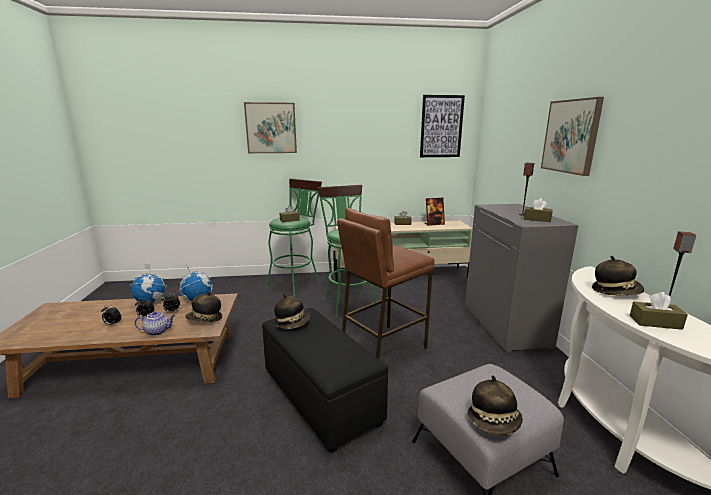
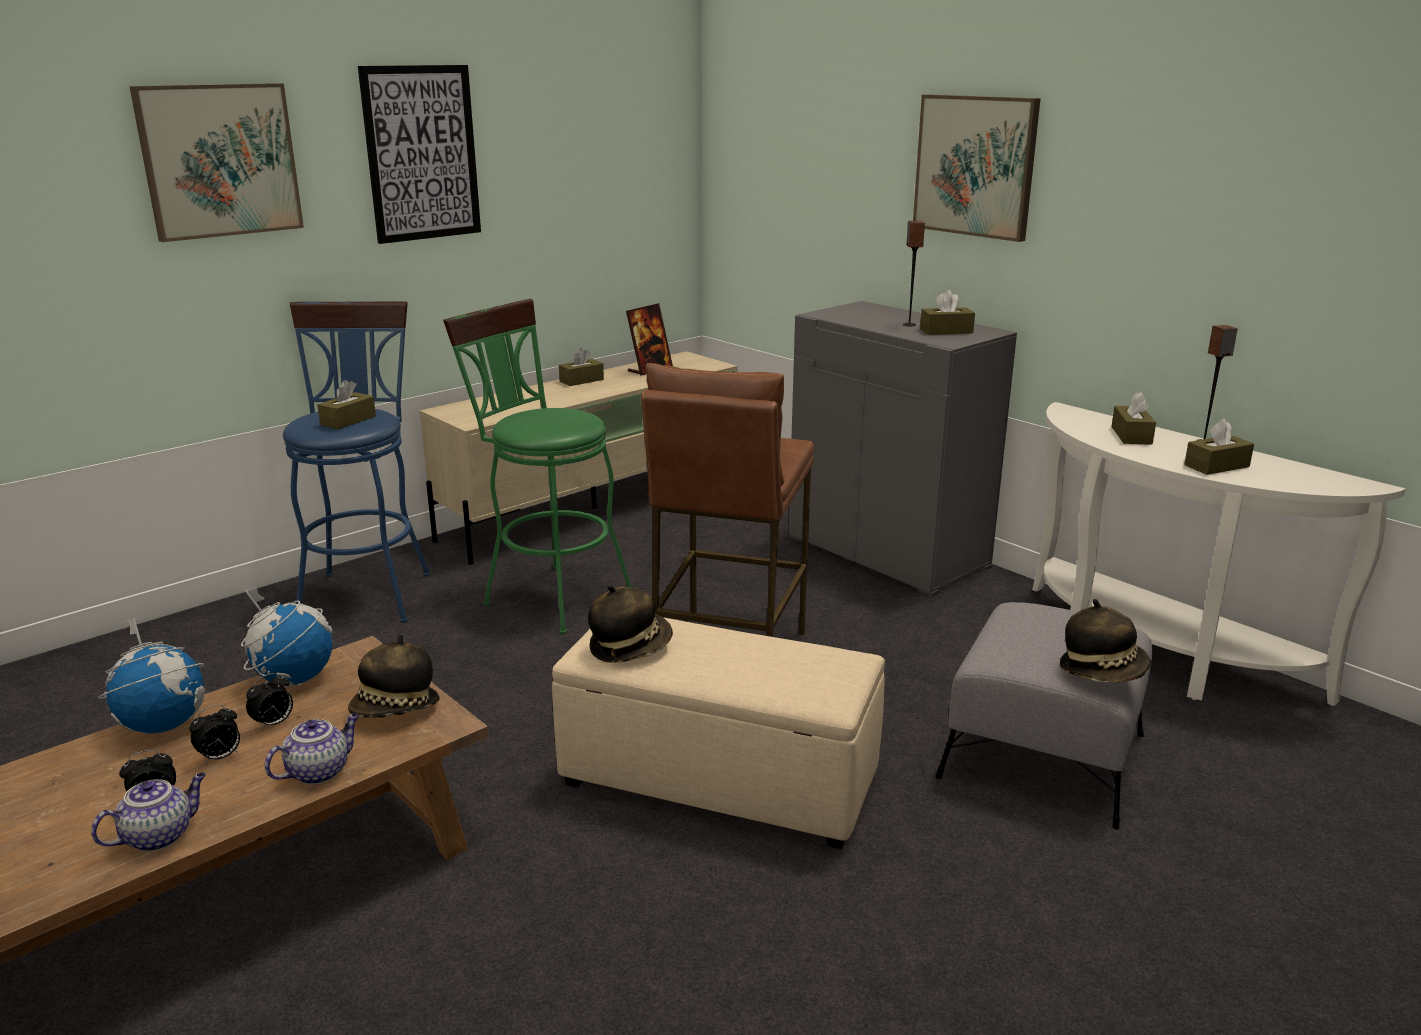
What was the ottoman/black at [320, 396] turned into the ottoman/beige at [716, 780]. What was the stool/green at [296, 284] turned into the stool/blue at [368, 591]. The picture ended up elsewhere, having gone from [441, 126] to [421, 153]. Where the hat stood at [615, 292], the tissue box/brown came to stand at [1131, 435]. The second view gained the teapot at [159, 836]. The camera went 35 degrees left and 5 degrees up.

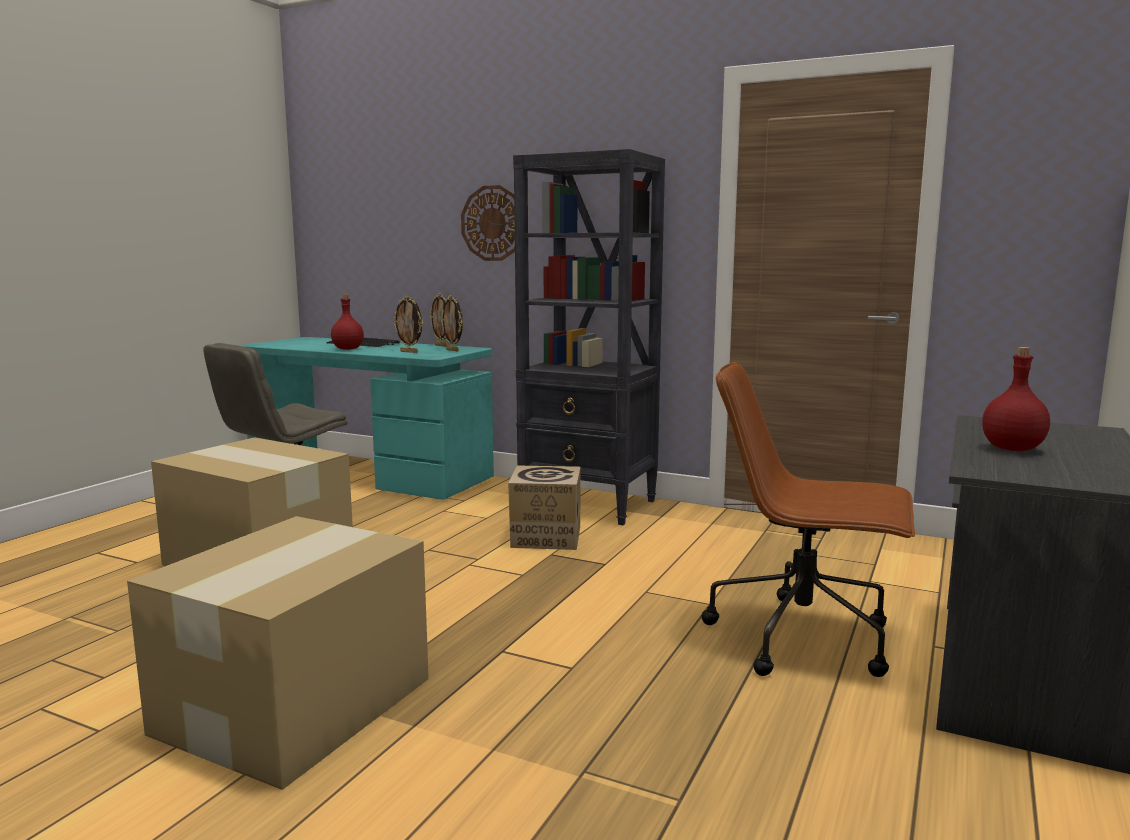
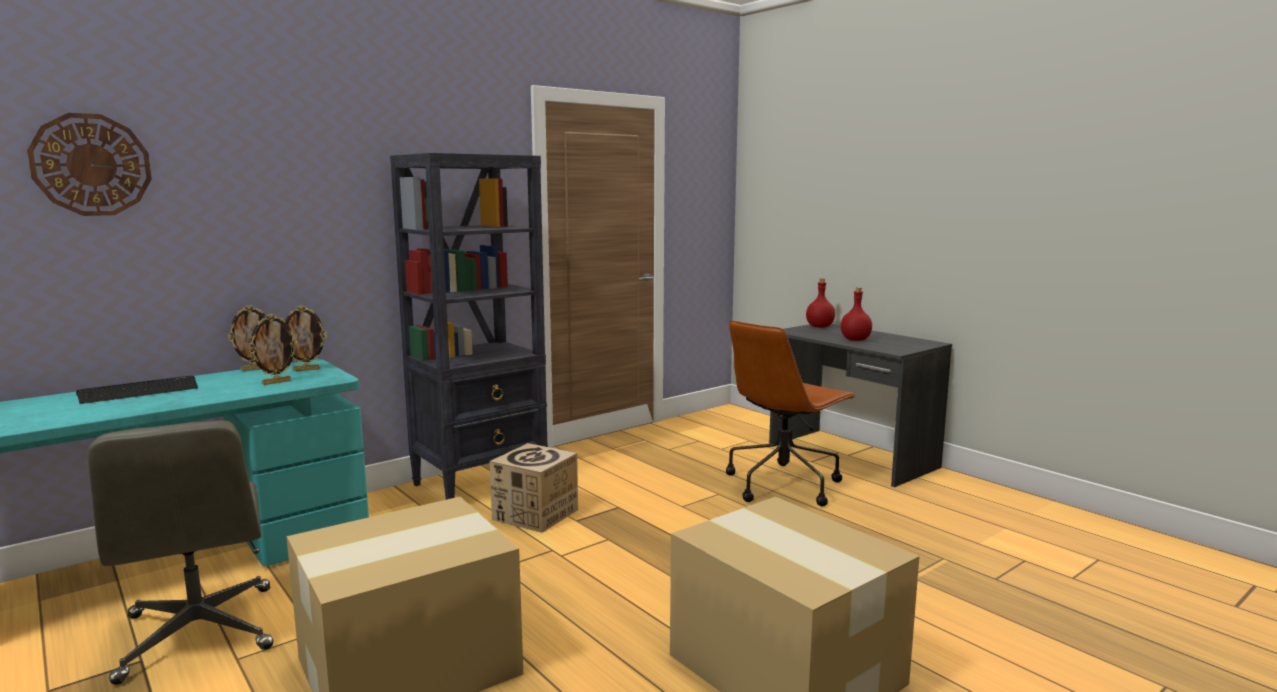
The bottle/red ended up elsewhere, having gone from [348, 349] to [820, 327]. The wall clock ended up elsewhere, having gone from [493, 223] to [91, 165]. The camera went 65 degrees left and 0 degrees up.

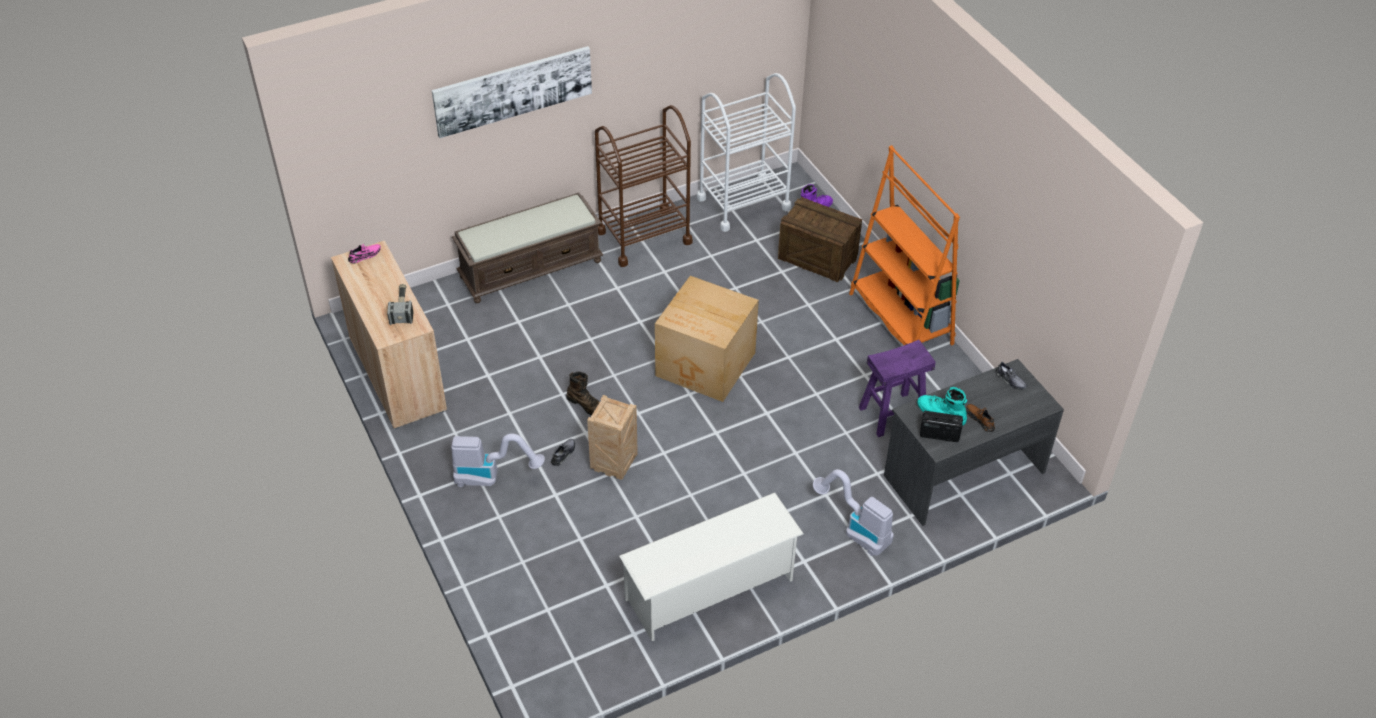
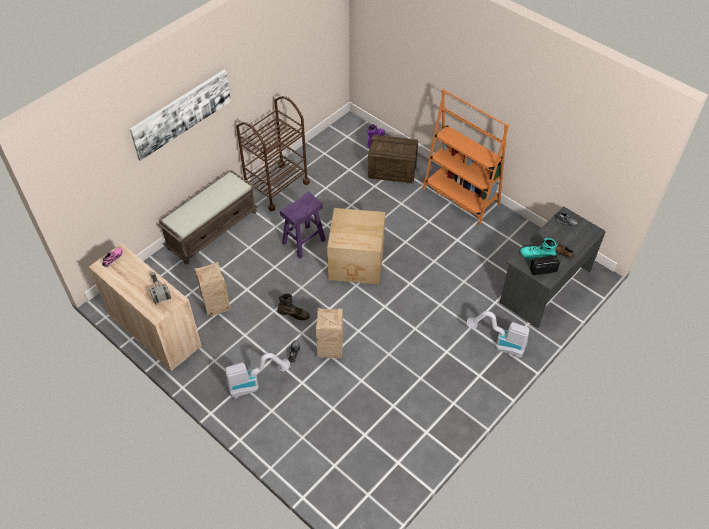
The second view lost the shoe rack/white at [710, 590]. The second view lost the cart/white at [743, 203]. The stool/purple ended up elsewhere, having gone from [892, 414] to [303, 241]. The second view gained the crate at [216, 305]. The camera went 20 degrees left and 5 degrees up.

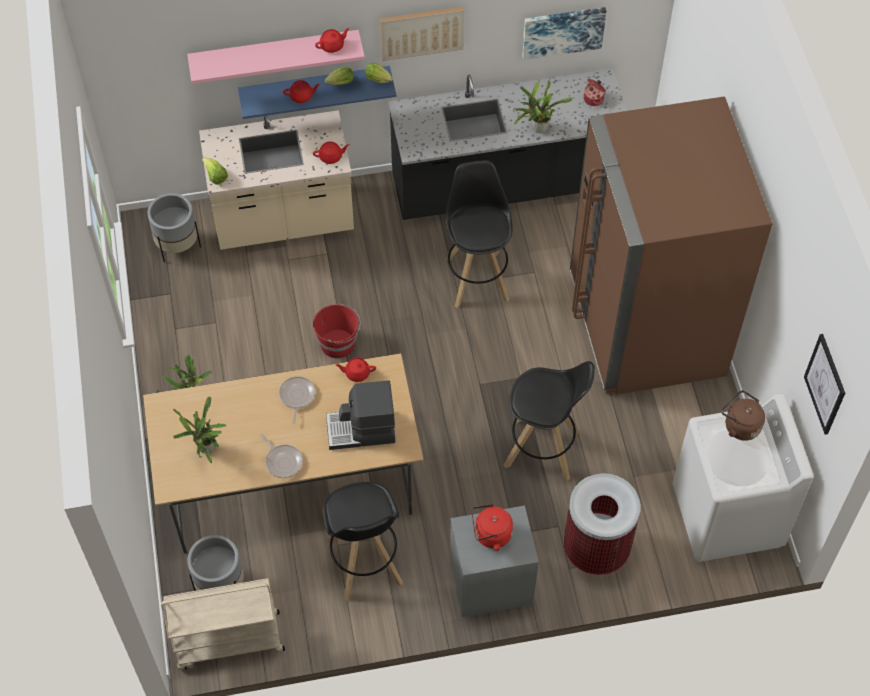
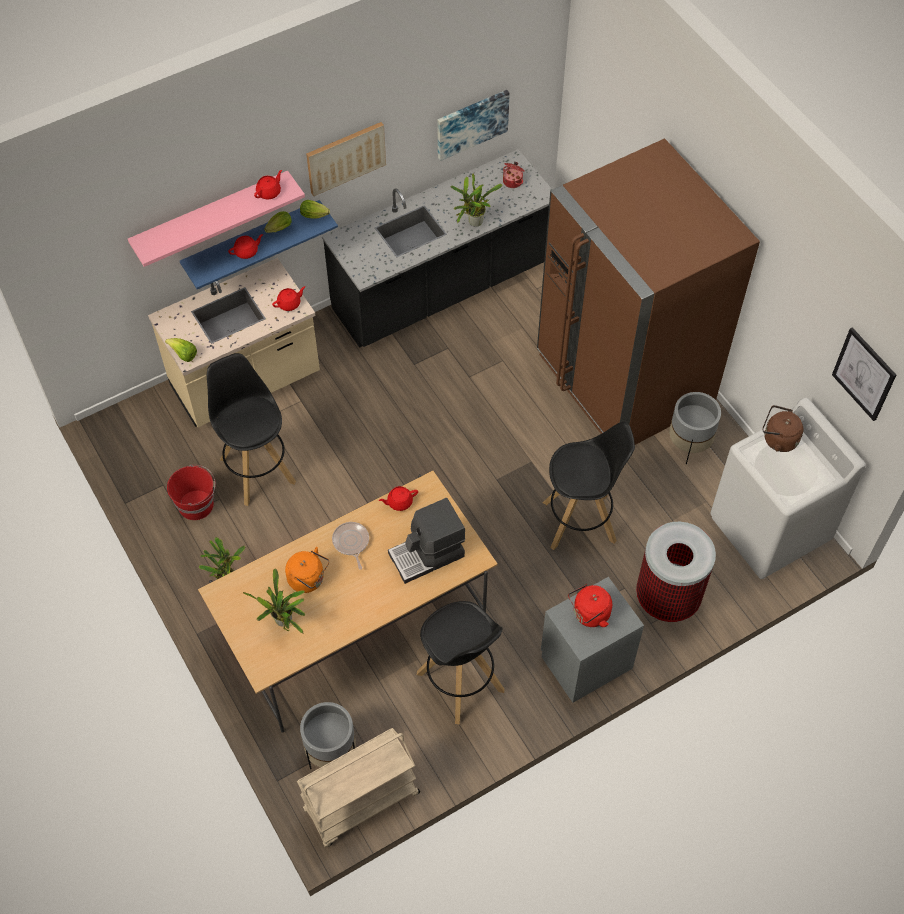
The planter/grey ended up elsewhere, having gone from [178, 246] to [689, 444]. The second view lost the frying pan at [283, 461]. The bucket/red ended up elsewhere, having gone from [338, 343] to [196, 504]. The stool/black ended up elsewhere, having gone from [477, 278] to [257, 469]. The second view gained the kettle/orange at [308, 579]. The camera went 20 degrees left and 0 degrees up.

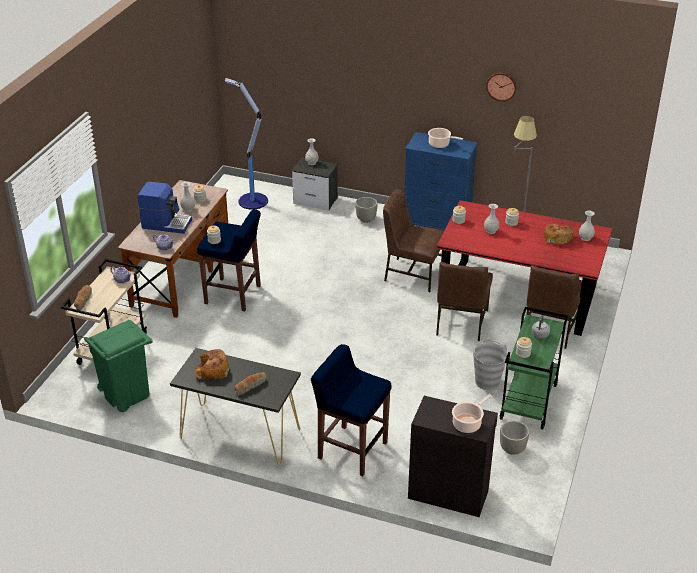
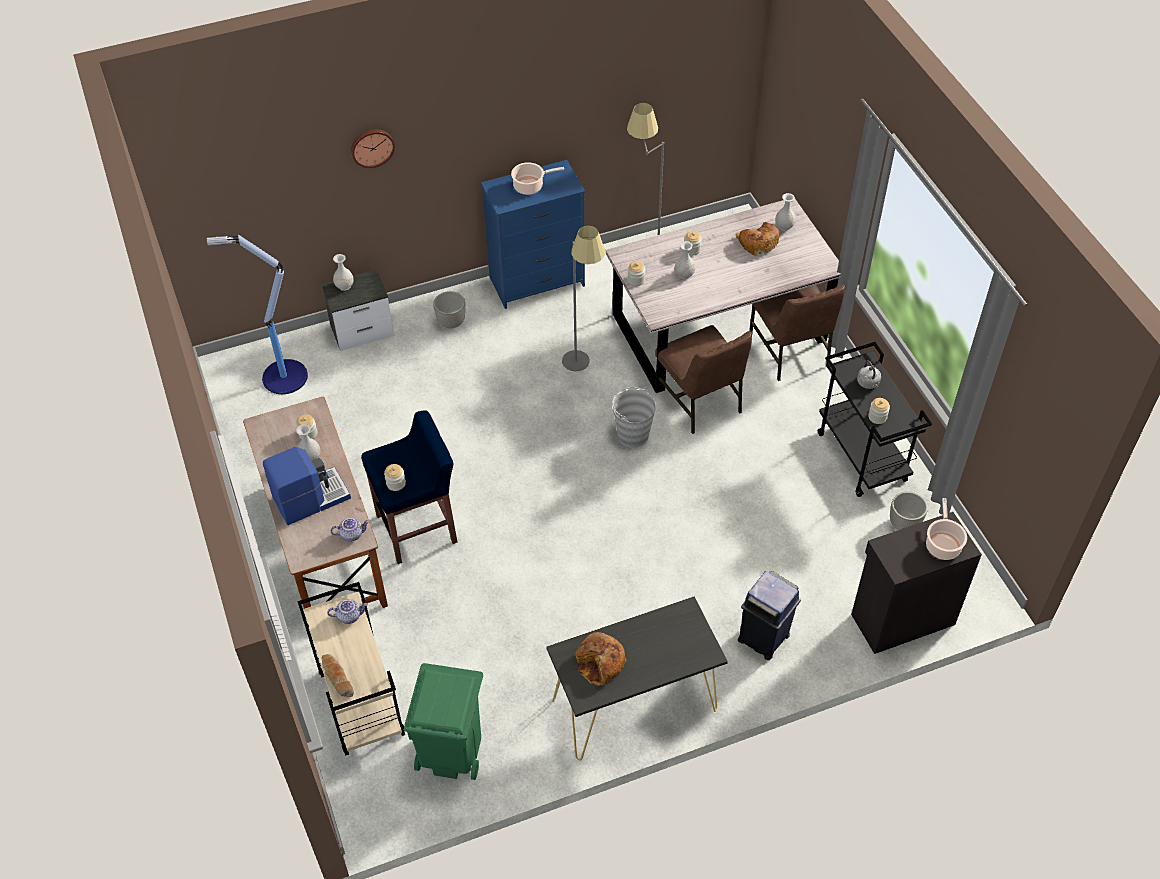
The second view lost the bread at [250, 386]. Where the stool/blue stood at [351, 450], the trash can/blue came to stand at [764, 638]. Where the chair/brown stood at [412, 274], the floor lamp/grey came to stand at [583, 368]. What was the dining table/red at [518, 296] turned into the dining table/grey at [719, 328]. The bucket/grey ended up elsewhere, having gone from [487, 381] to [632, 435]. The wall clock ended up elsewhere, having gone from [501, 86] to [372, 147]. What was the cart/green at [529, 402] turned into the cart/black at [862, 457]. The camera went 40 degrees left and 15 degrees up.

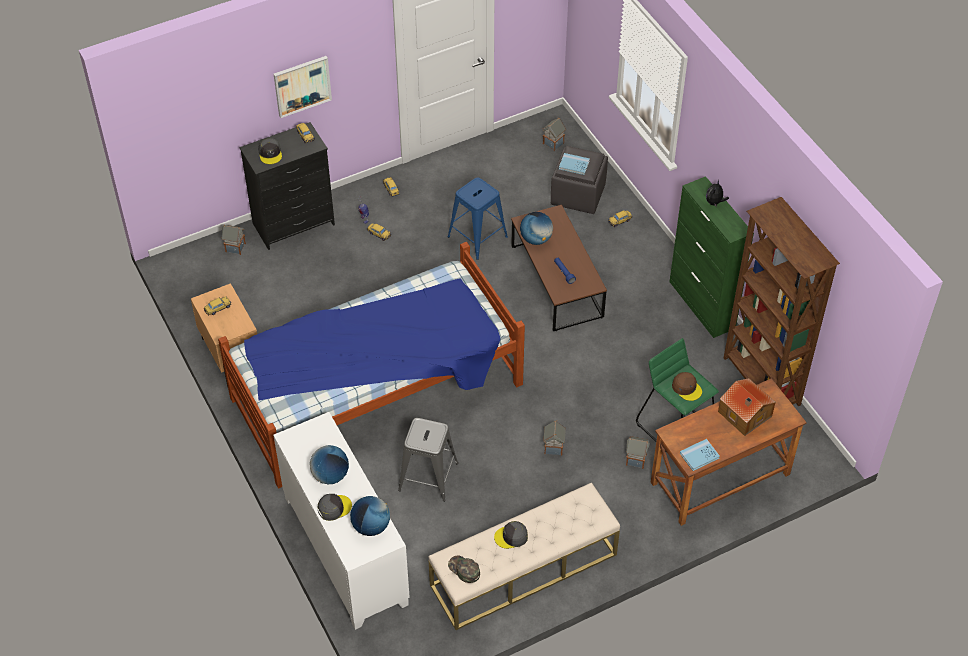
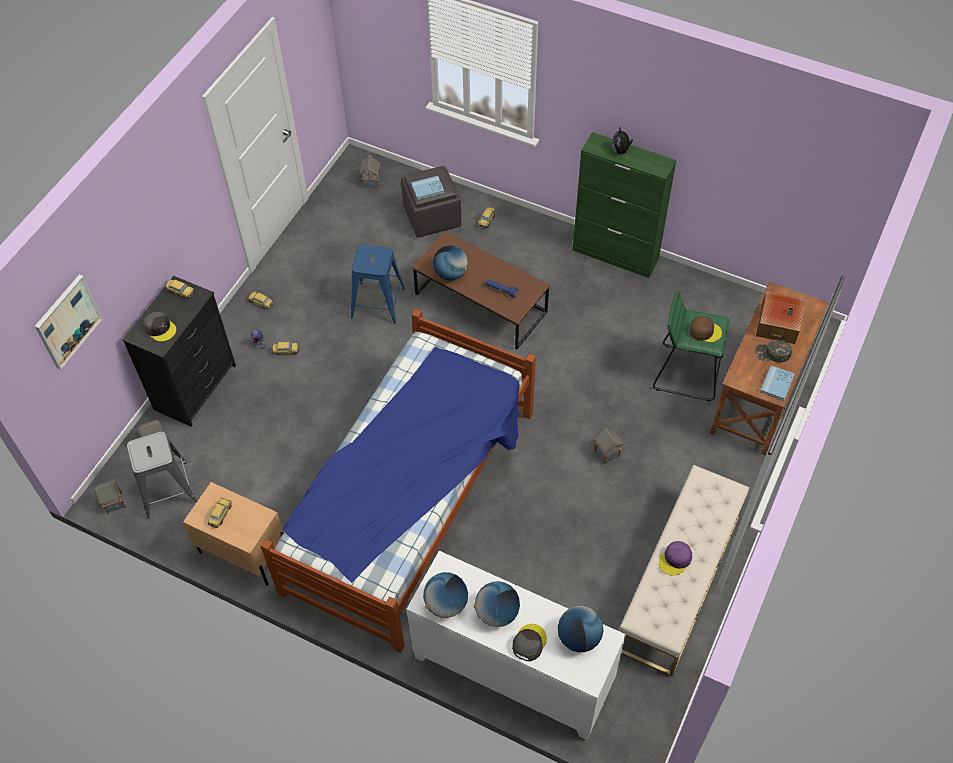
The picture ended up elsewhere, having gone from [302, 85] to [67, 321]. The stool/grey ended up elsewhere, having gone from [428, 477] to [167, 490]. The cap/green ended up elsewhere, having gone from [464, 570] to [772, 353]. What was the cap/grey at [511, 537] turned into the cap/purple at [675, 559]. The toy house ended up elsewhere, having gone from [635, 459] to [113, 503]. The second view lost the bookcase/brown at [761, 382]. The second view gained the globe at [446, 604]. The camera went 35 degrees left and 5 degrees up.

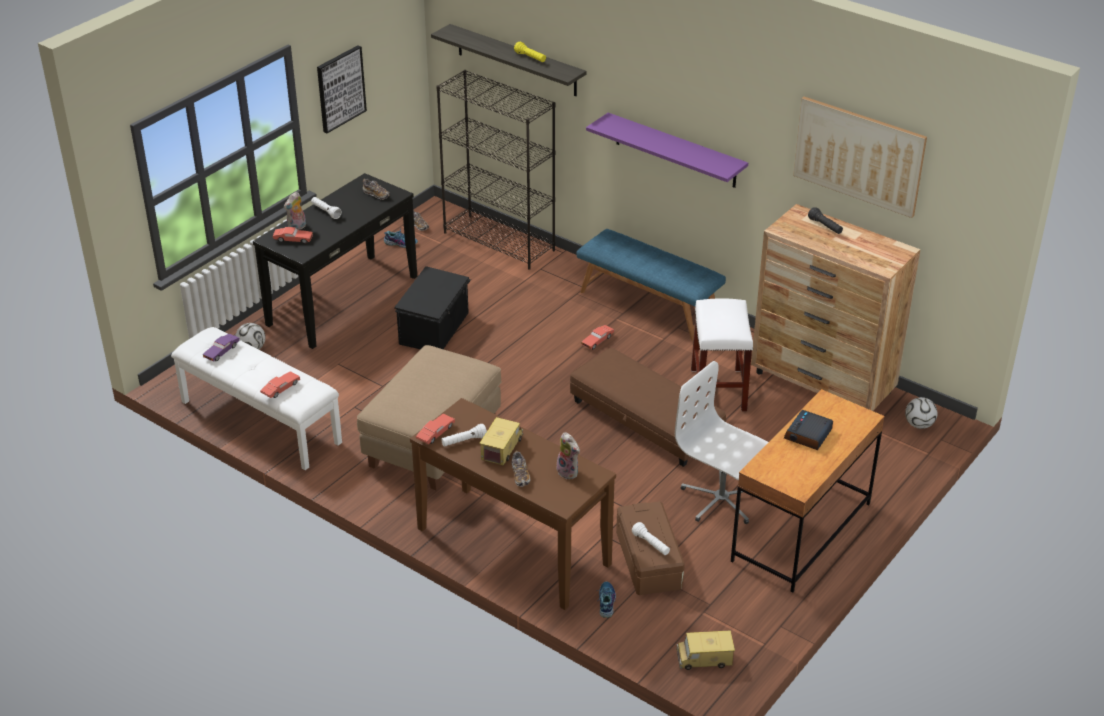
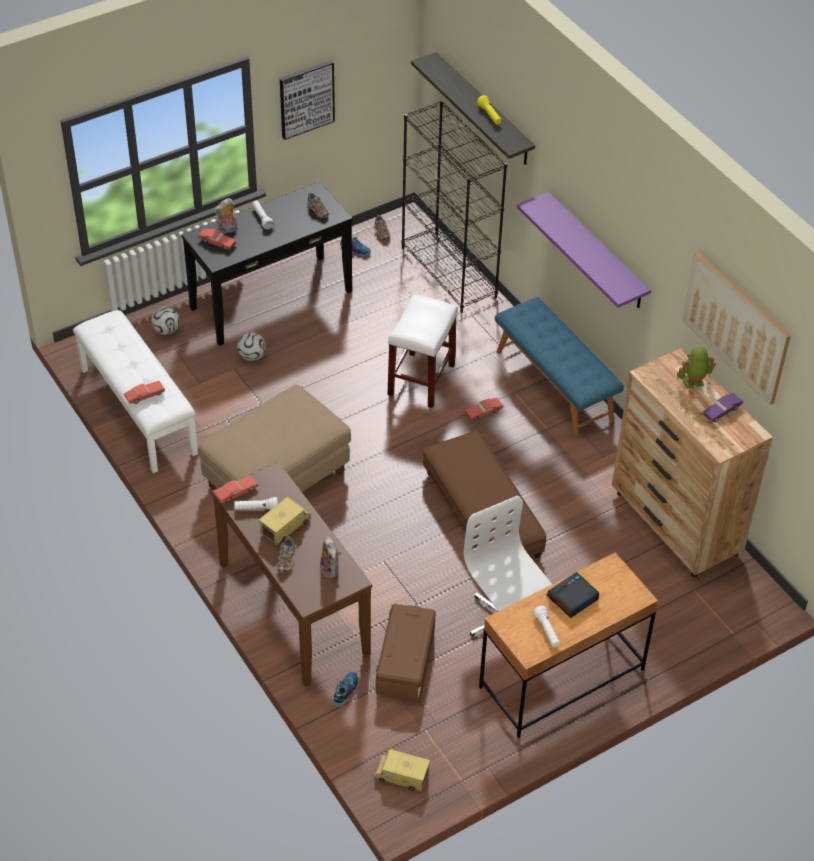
The toy car/purple ended up elsewhere, having gone from [222, 351] to [721, 411]. The second view lost the storage box/black at [435, 328]. The flashlight/white ended up elsewhere, having gone from [651, 544] to [547, 631]. The stool/white ended up elsewhere, having gone from [717, 389] to [421, 379]. Where the flashlight/black stood at [825, 226], the toy robot came to stand at [693, 383]. The football ended up elsewhere, having gone from [918, 425] to [252, 356]. The camera went 20 degrees right and 10 degrees up.

